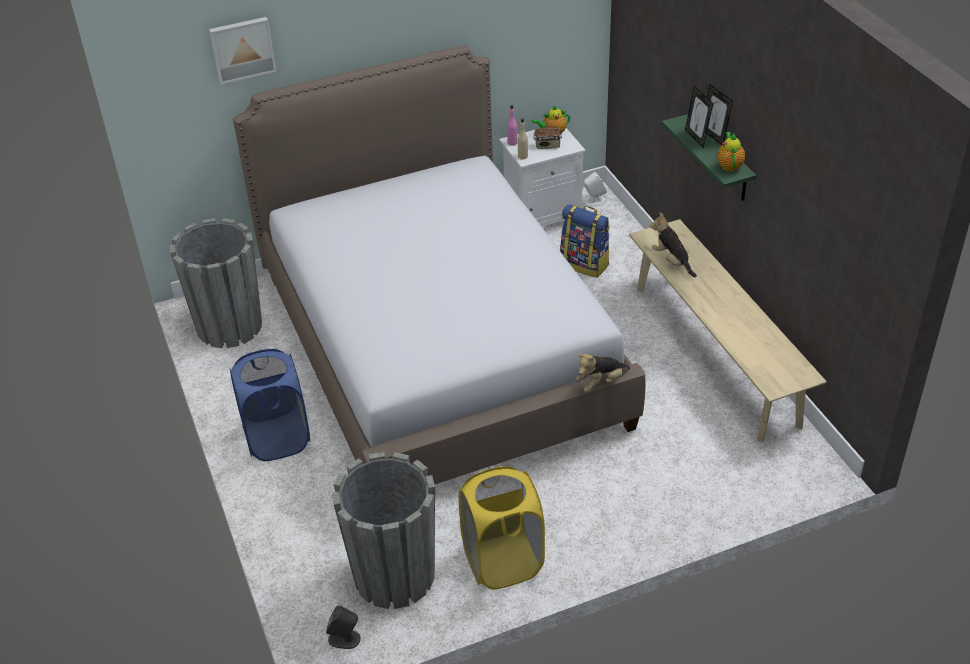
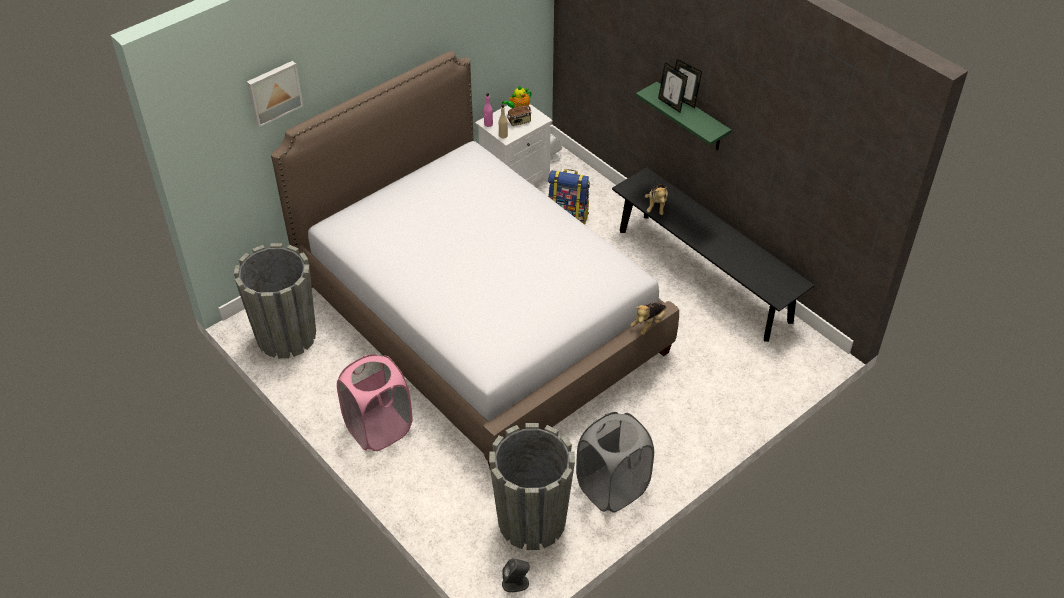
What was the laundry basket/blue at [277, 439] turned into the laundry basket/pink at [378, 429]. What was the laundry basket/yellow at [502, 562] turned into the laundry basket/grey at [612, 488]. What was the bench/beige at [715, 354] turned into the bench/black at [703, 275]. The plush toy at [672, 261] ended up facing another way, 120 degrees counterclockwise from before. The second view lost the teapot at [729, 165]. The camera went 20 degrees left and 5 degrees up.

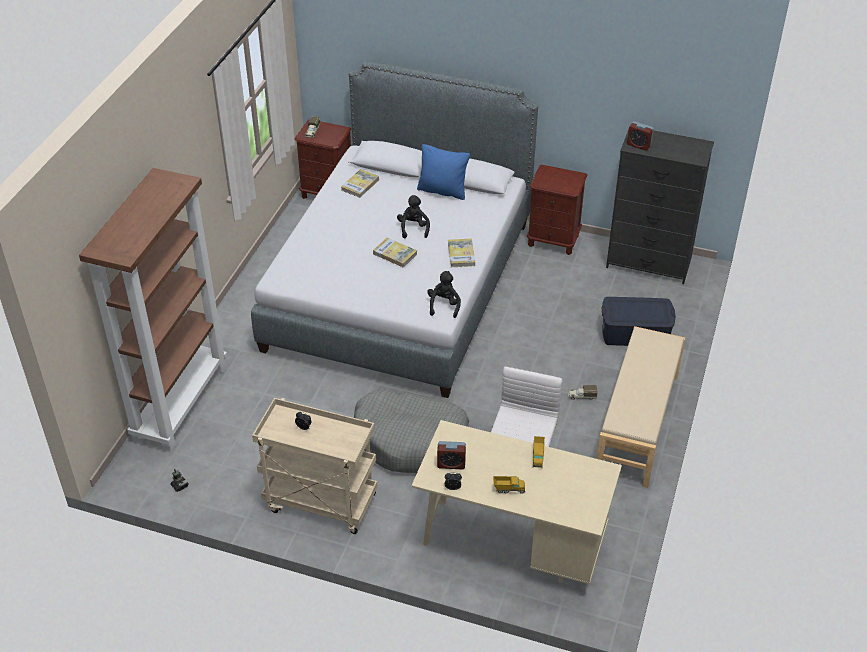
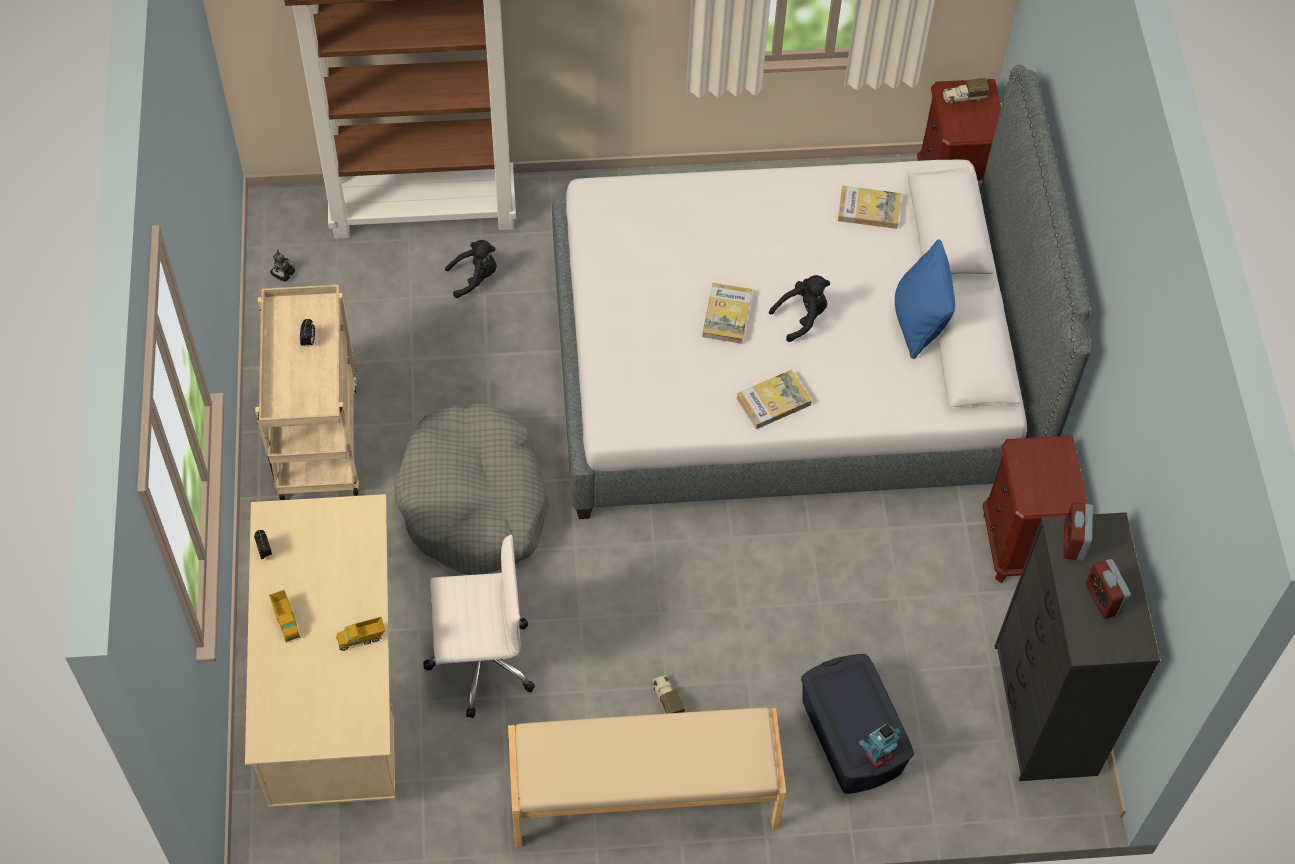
The plush toy/black ended up elsewhere, having gone from [444, 305] to [475, 277]. The alarm clock ended up elsewhere, having gone from [451, 464] to [1103, 599]. The second view gained the toy robot at [878, 754]. The camera went 65 degrees right and 15 degrees up.

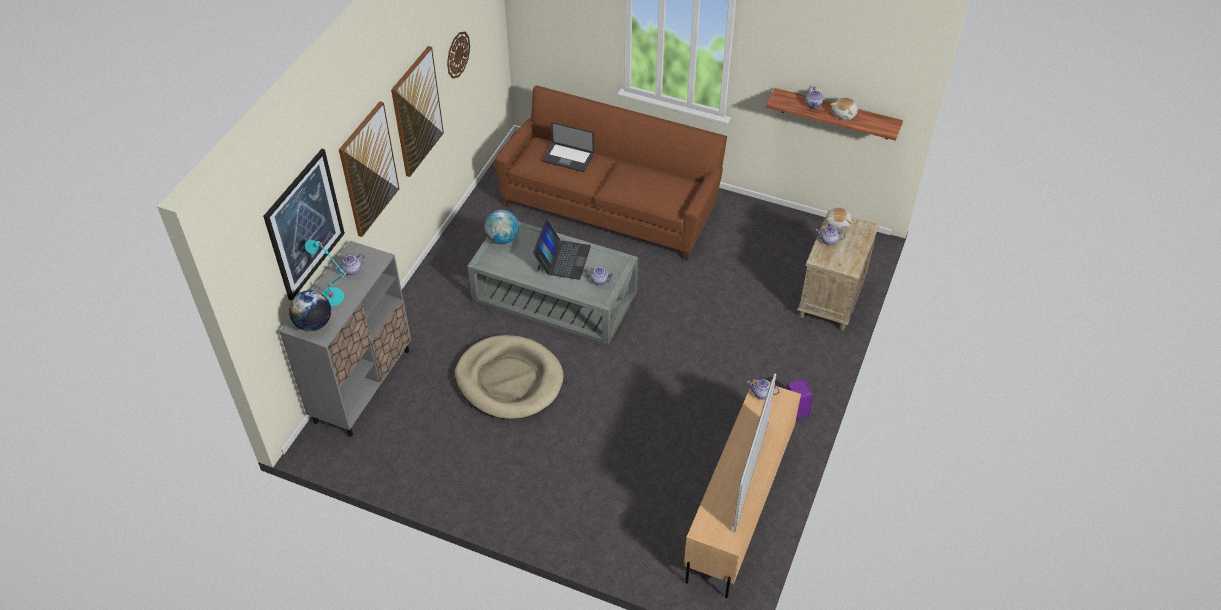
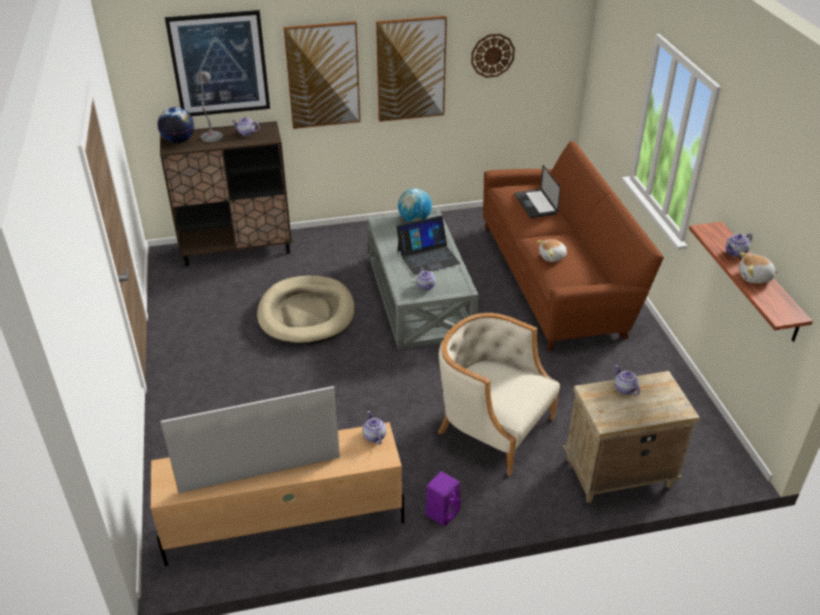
What was the cabinet/grey at [362, 385] turned into the cabinet/brown at [237, 249]. What was the table lamp/turquoise at [333, 298] turned into the table lamp/grey at [211, 138]. The plush toy ended up elsewhere, having gone from [838, 223] to [552, 257]. The second view gained the armchair/beige at [492, 426]. The camera went 55 degrees right and 10 degrees down.

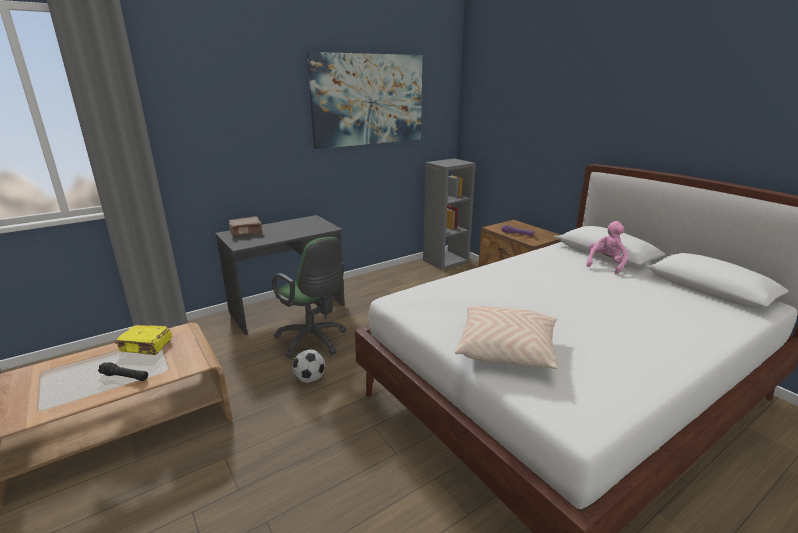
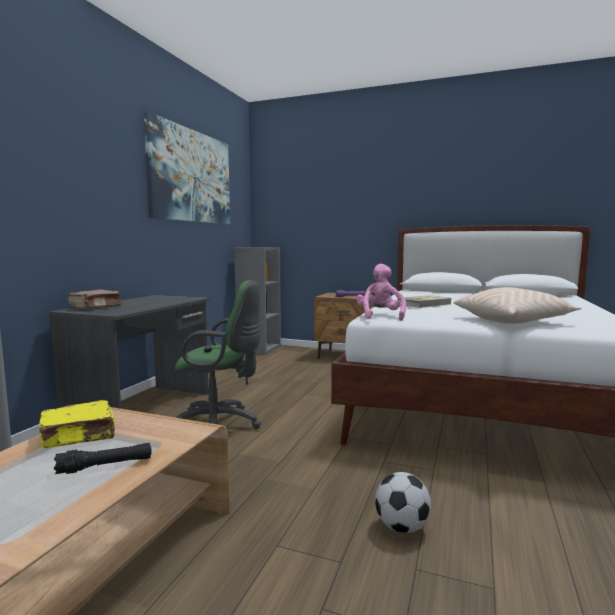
The football ended up elsewhere, having gone from [310, 379] to [401, 527]. The plush toy/pink ended up elsewhere, having gone from [605, 265] to [380, 316]. The second view gained the book at [424, 304]. The camera went 35 degrees left and 15 degrees down.

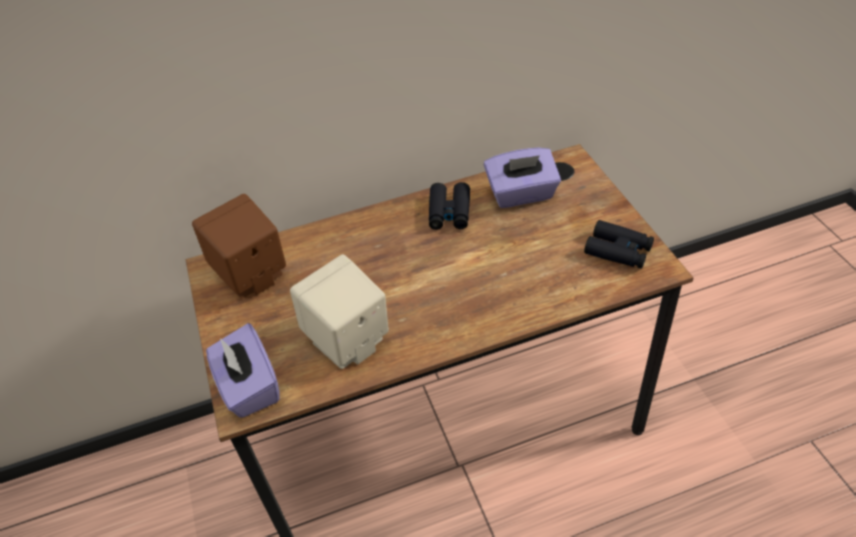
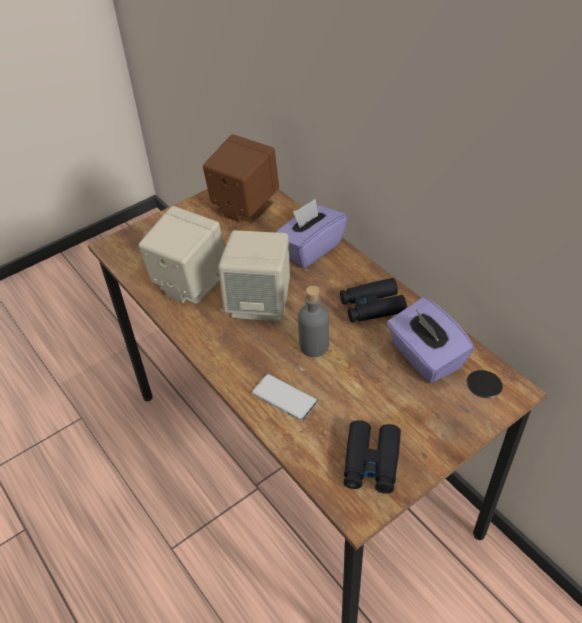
The tissue box/purple ended up elsewhere, having gone from [249, 387] to [310, 249]. The second view gained the speaker/beige at [260, 303]. The second view gained the phone at [284, 397]. The second view gained the bottle/grey at [314, 346]. The camera went 70 degrees right and 0 degrees up.

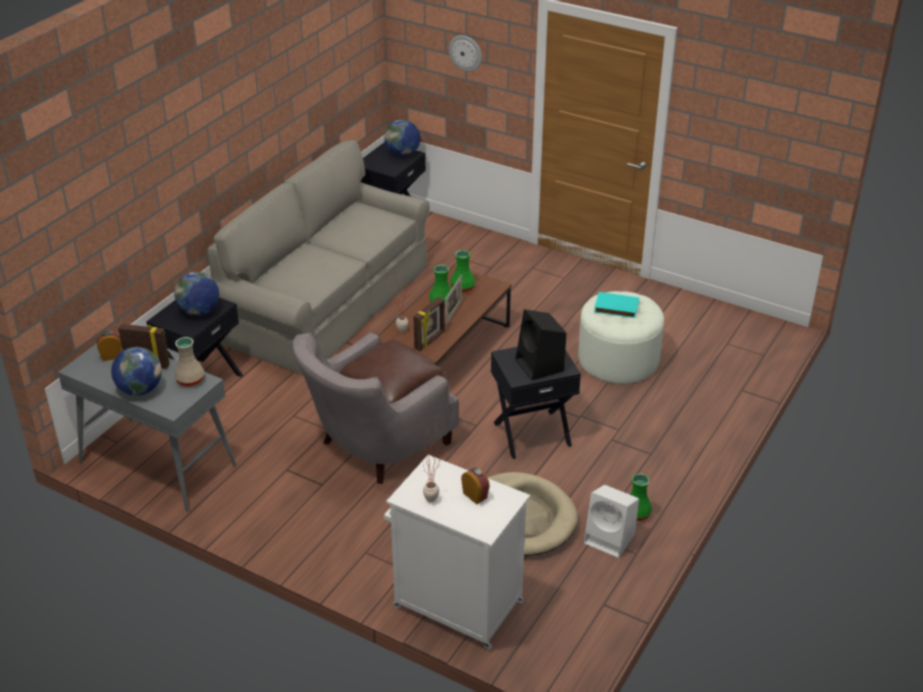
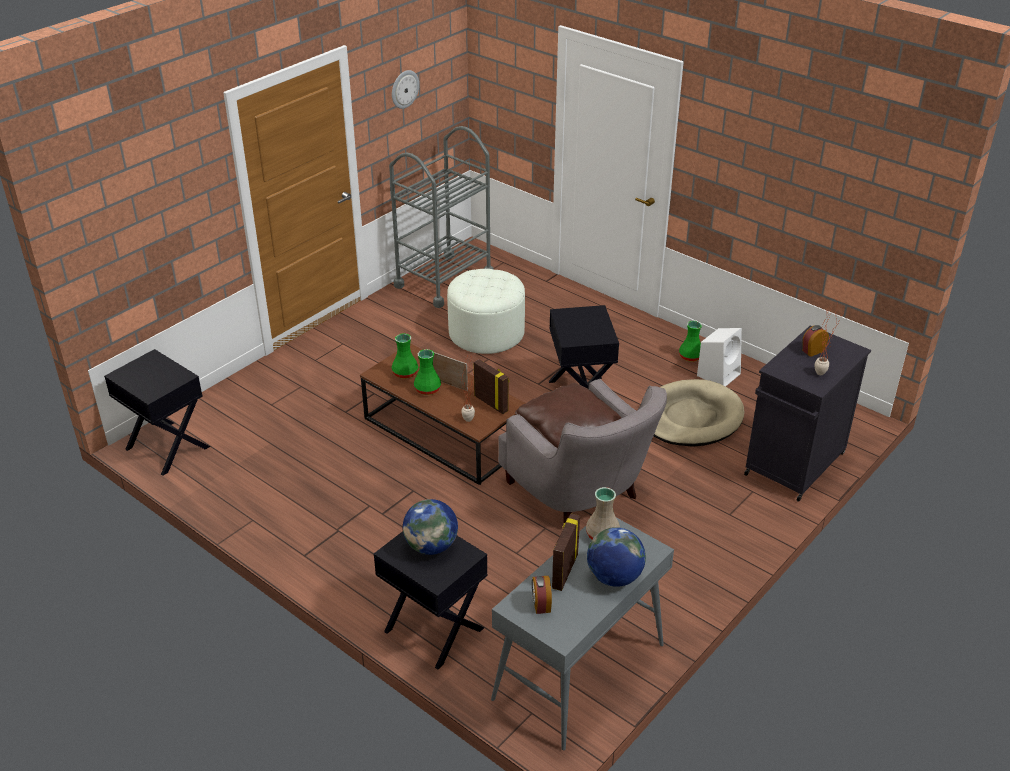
The second view lost the sofa/grey at [328, 304]. The second view lost the globe at [402, 154]. What was the cabinet/white at [456, 604] turned into the cabinet/black at [793, 465]. The wall clock ended up elsewhere, having gone from [465, 52] to [404, 89]. The second view lost the speaker/black at [540, 366]. The second view lost the book/turquoise at [615, 308]. The second view gained the cart/grey at [444, 280]. The camera went 80 degrees left and 0 degrees up.

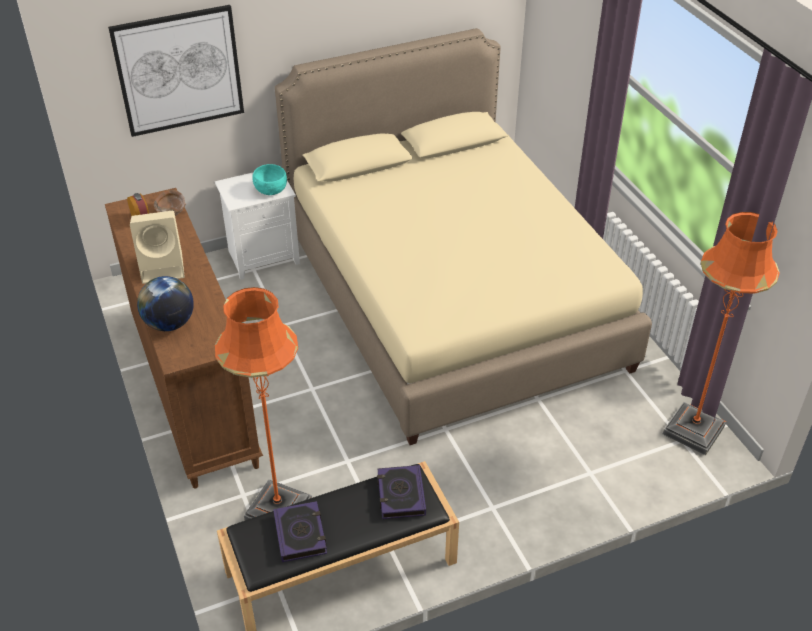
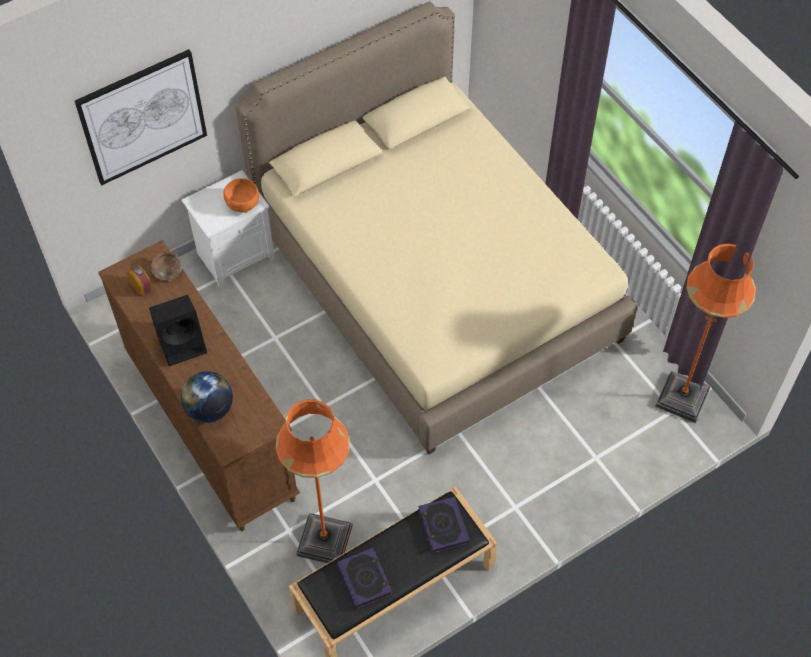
What was the speaker/beige at [164, 267] turned into the speaker/black at [183, 343]. What was the bowl/turquoise at [270, 190] turned into the bowl/orange at [242, 203]. The camera went 10 degrees left and 15 degrees up.

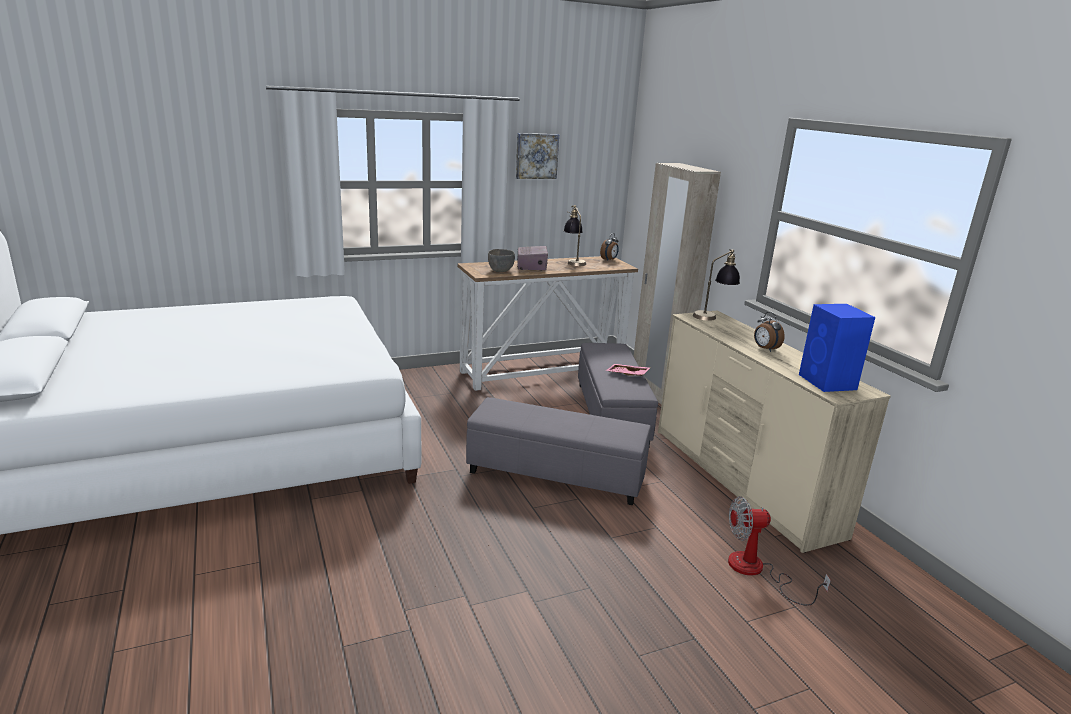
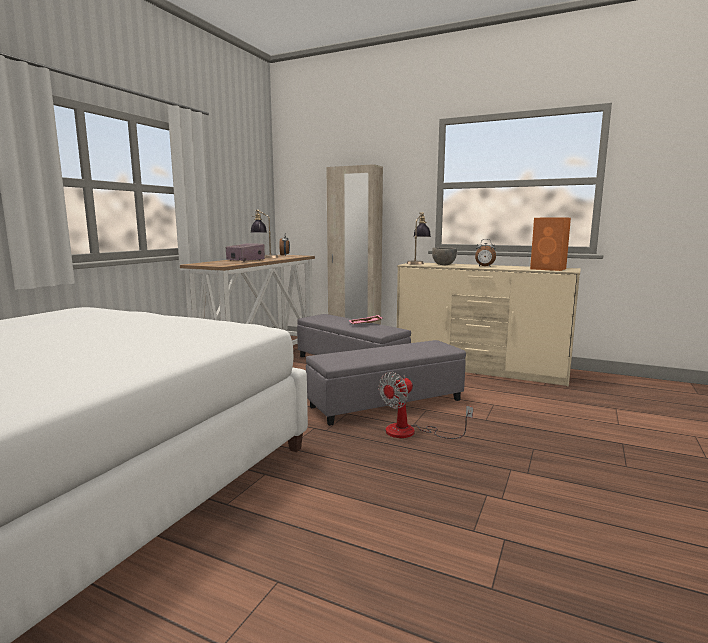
The bowl/grey ended up elsewhere, having gone from [500, 271] to [443, 265]. The second view lost the picture at [536, 156]. The fan ended up elsewhere, having gone from [757, 571] to [411, 432]. What was the speaker/blue at [828, 382] turned into the speaker/orange at [549, 269]. The camera went 40 degrees left and 10 degrees down.

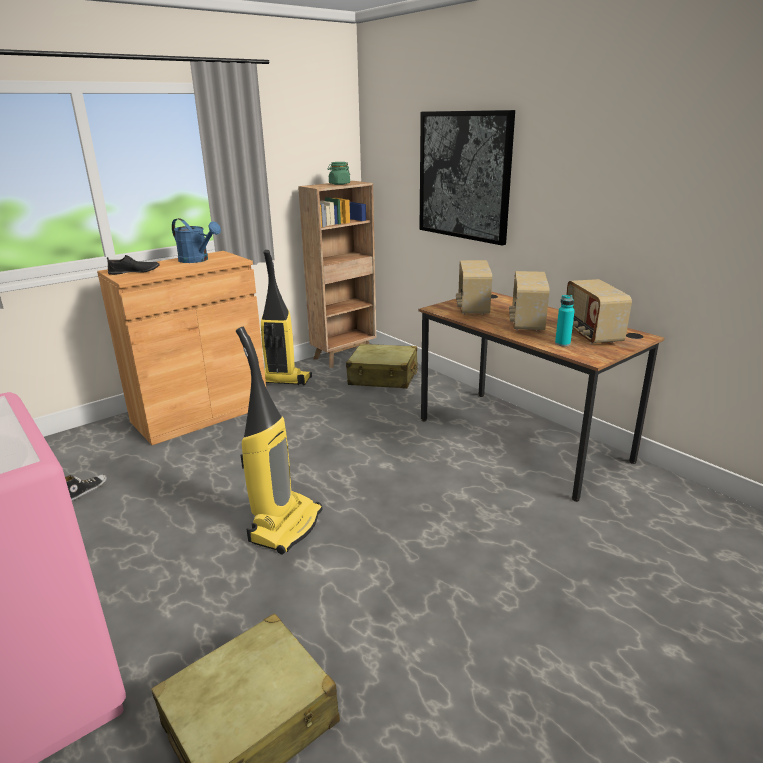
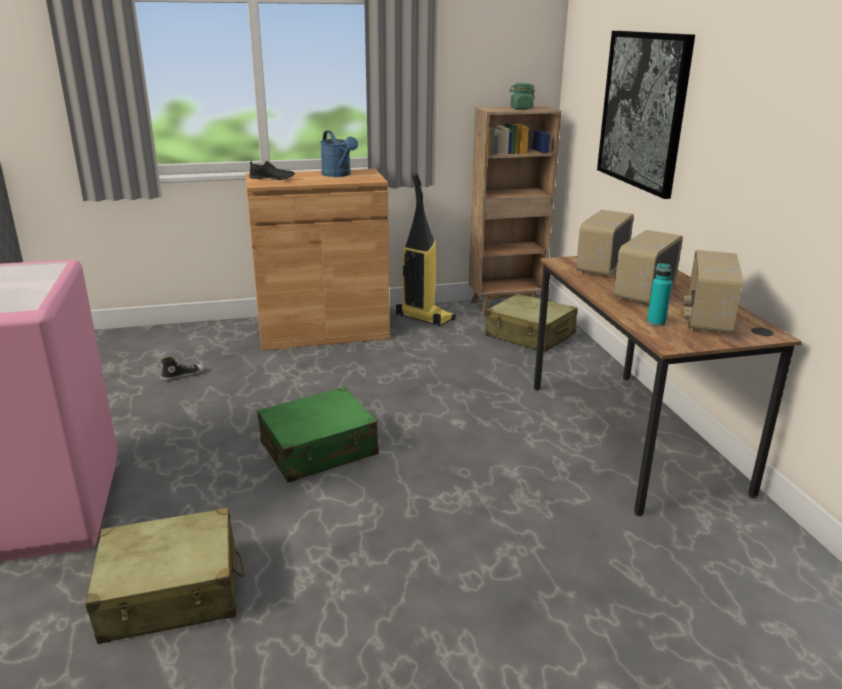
Where the vacuum cleaner stood at [285, 525], the suitcase/green came to stand at [319, 449]. The camera went 25 degrees right and 0 degrees up.

